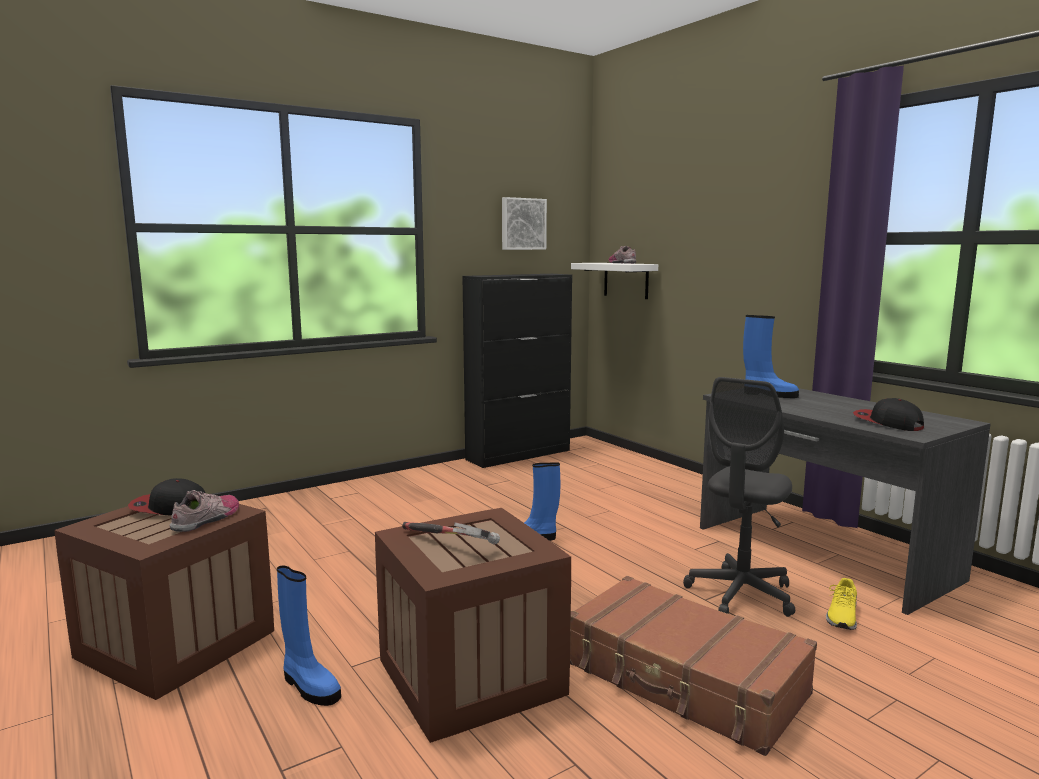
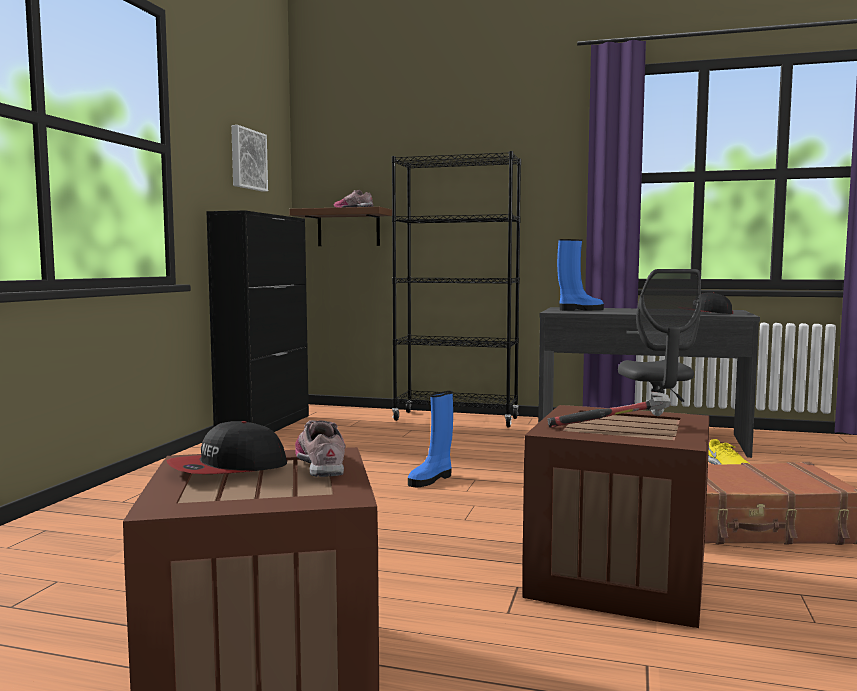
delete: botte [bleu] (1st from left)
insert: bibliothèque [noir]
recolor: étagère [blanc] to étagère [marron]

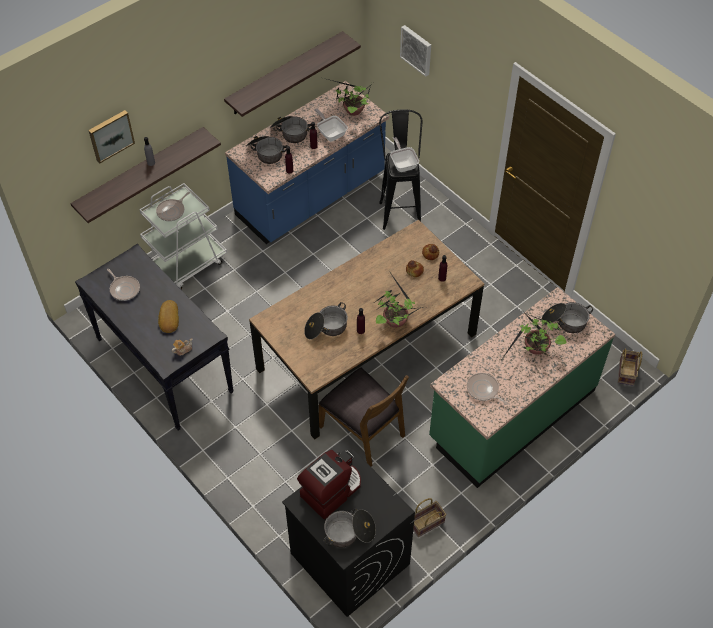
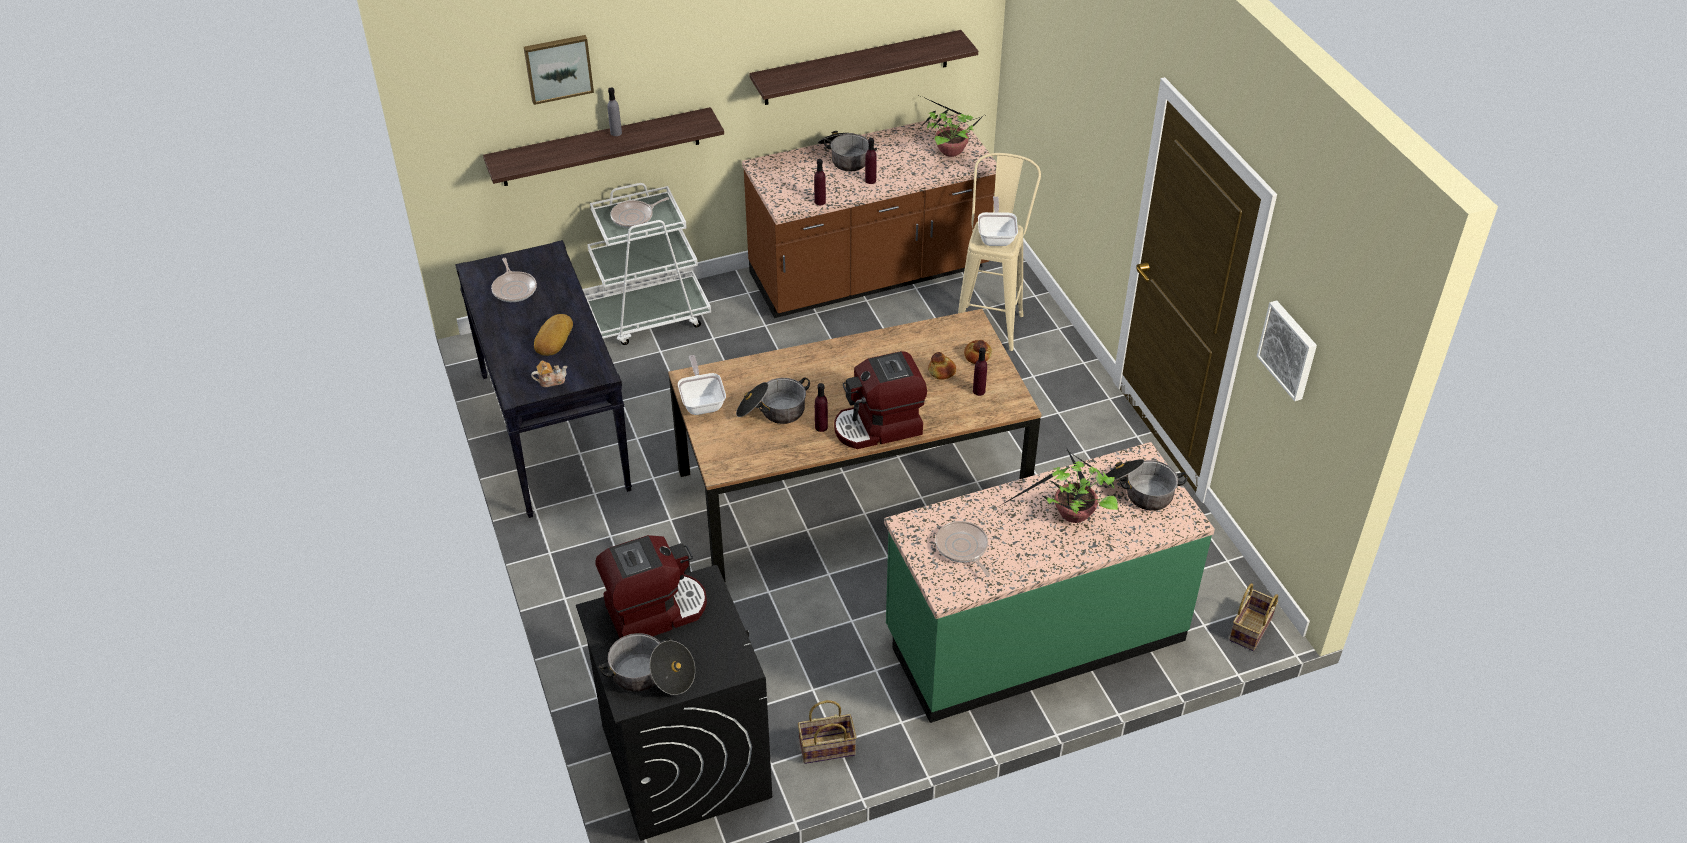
delete: marmite (1st from left); chaise [marron]
move: poêle (3rd from left); tableau (2nd from left)
replace: plante en pot (2nd from left) to machine à café (2nd from left)
recolor: comptoir de cuisine [bleu] to comptoir de cuisine [marron]; tabouret [noir] to tabouret [beige]

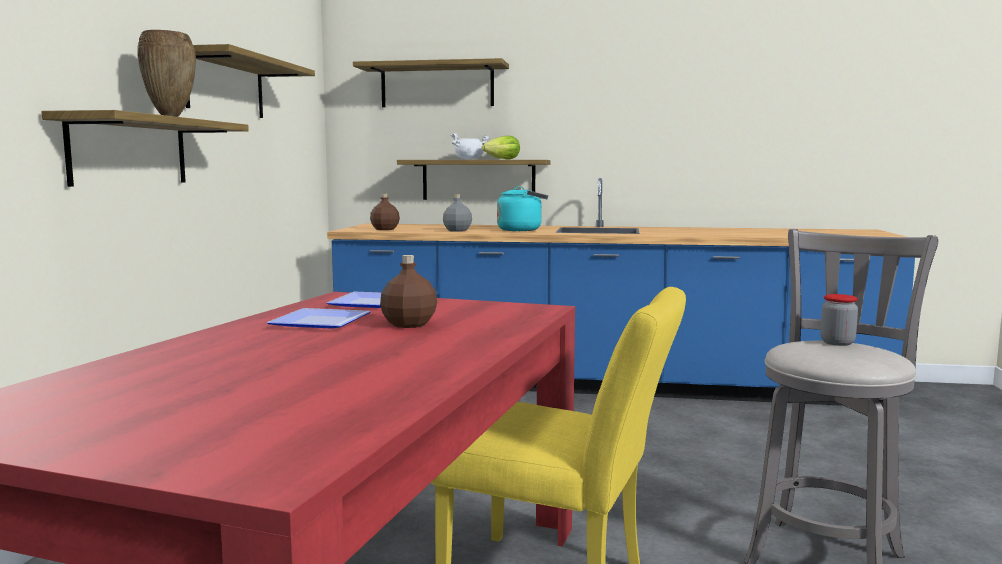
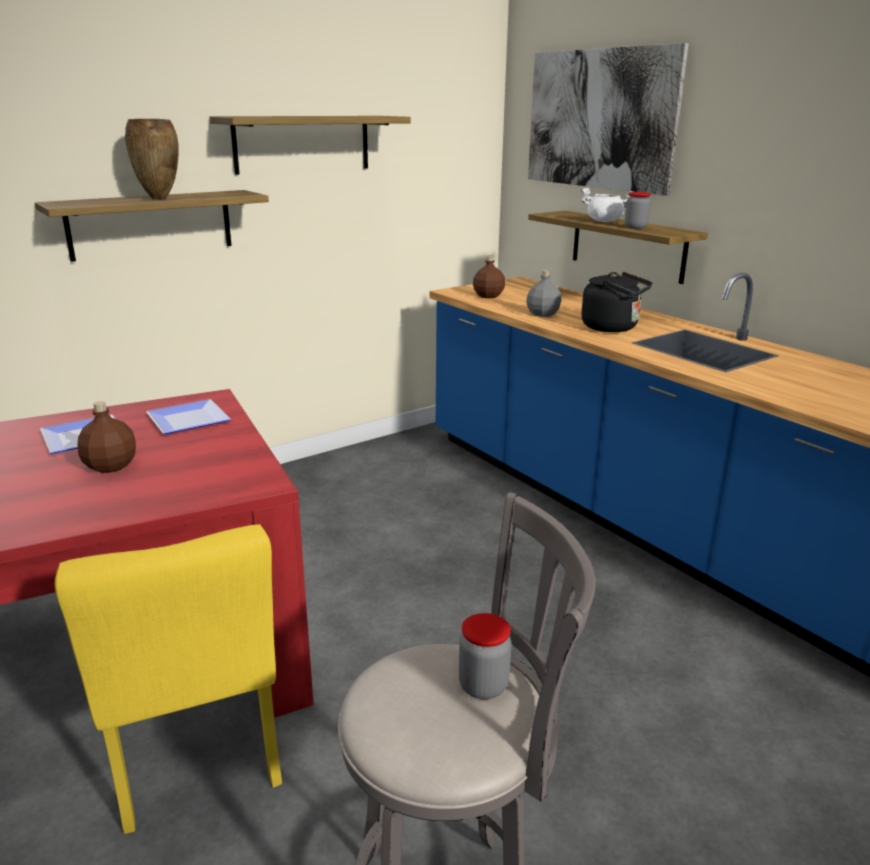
replace: étagère (3rd from left) to tableau; laitue to bocal (2nd from left)
recolor: bouilloire [turquoise] to bouilloire [noir]

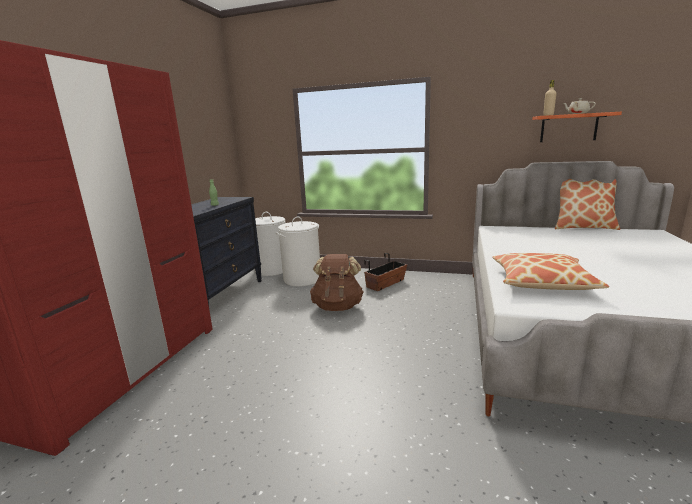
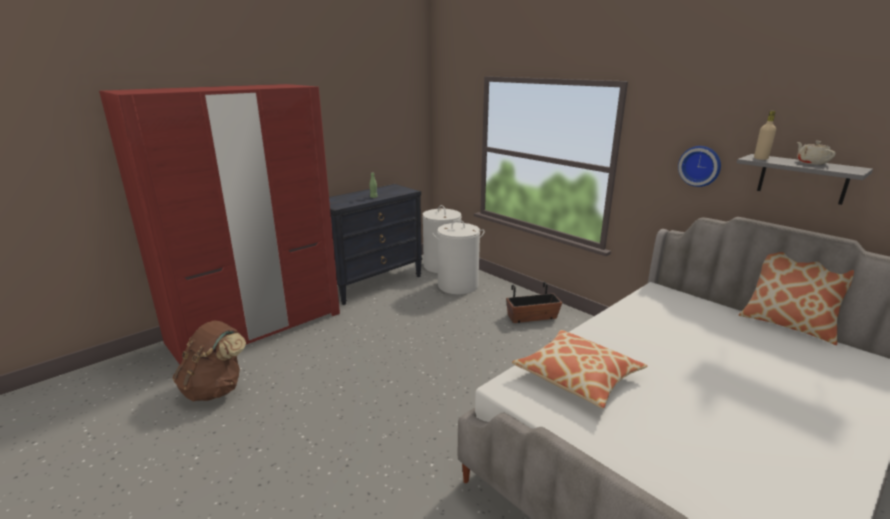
insert: horloge murale
move: sac à dos [marron]
recolor: étagère [orange] to étagère [gris]

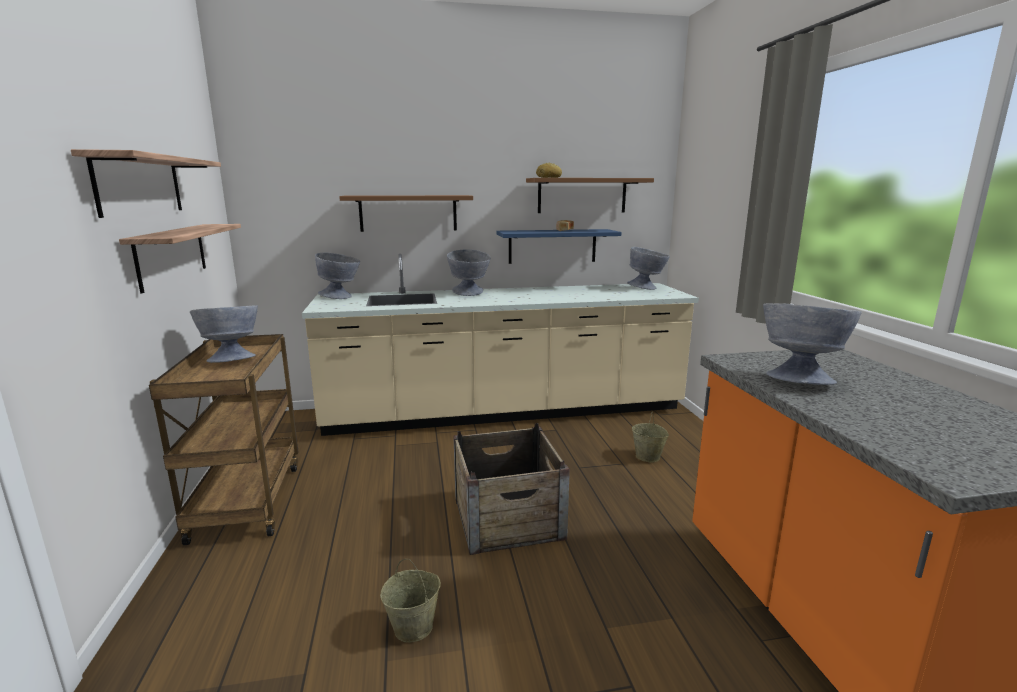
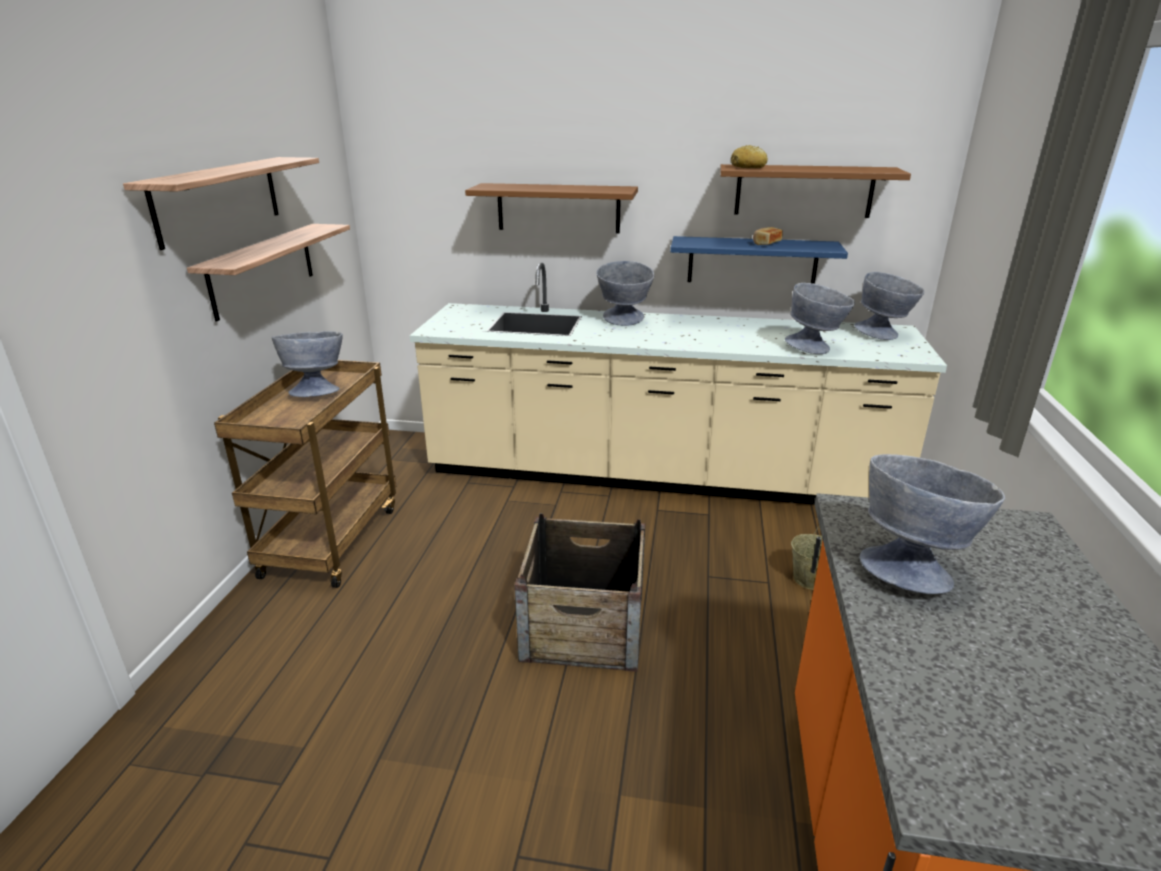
delete: seau [beige] (1st from left)
move: bol [gris] (2nd from left in the first image) to bol [gris] (3rd from left)

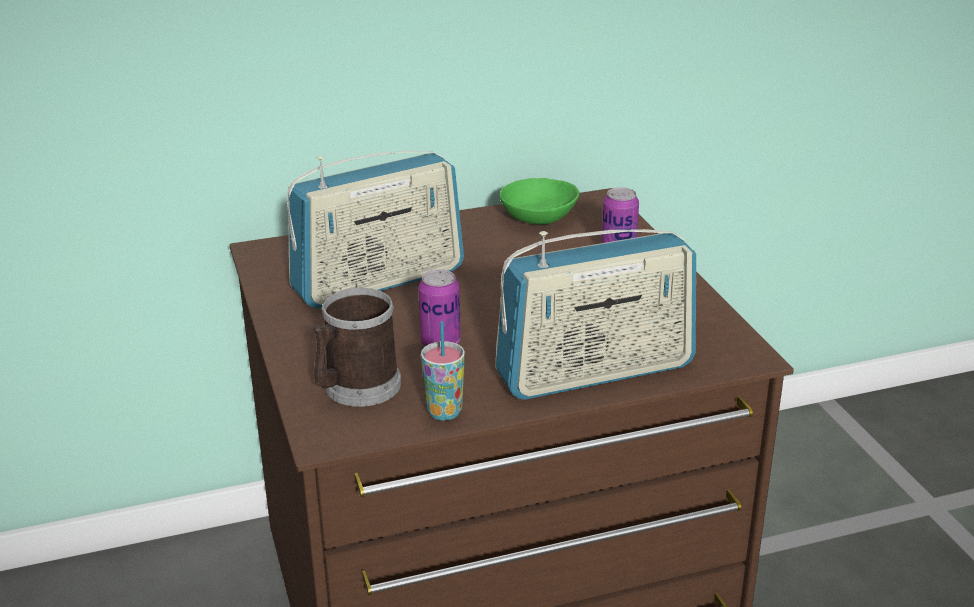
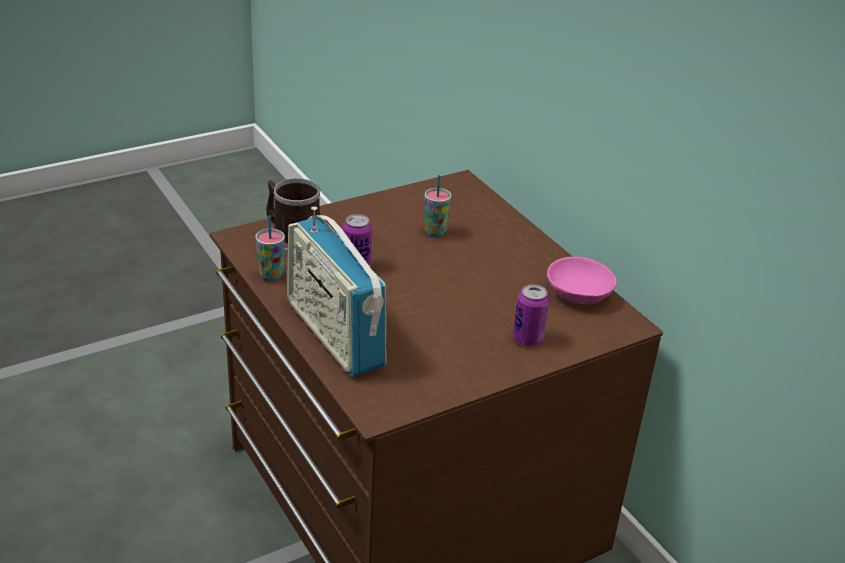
replace: radio (1st from left) to tasse (2nd from left)
recolor: bol [vert] to bol [rose]

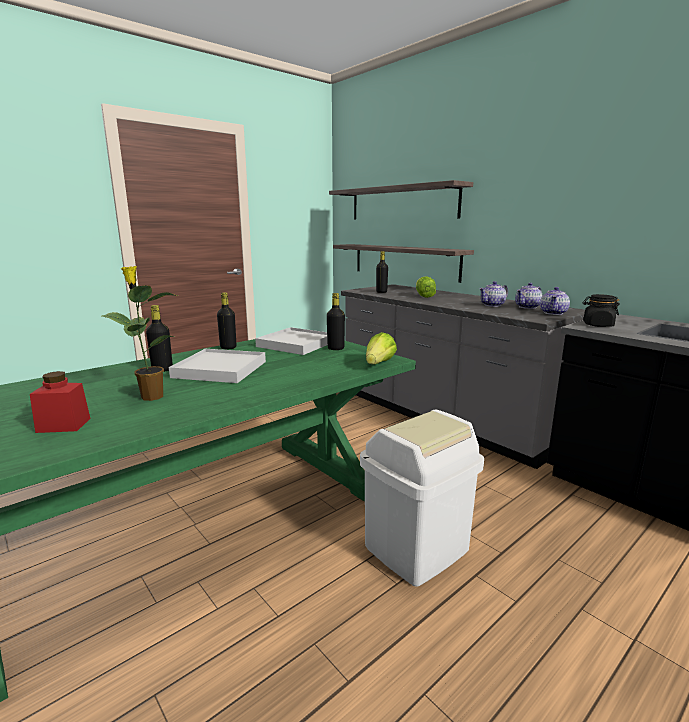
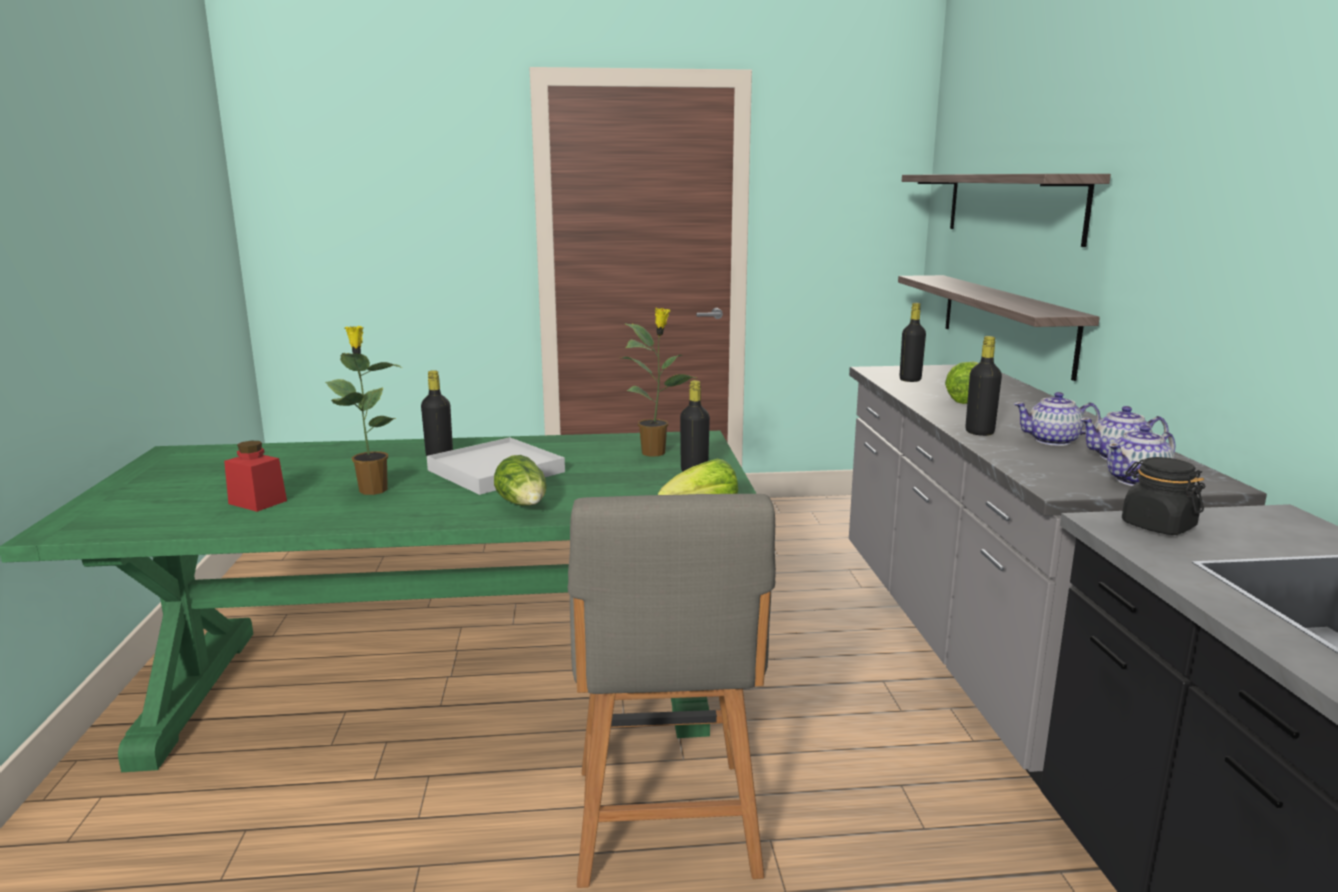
insert: laitue (1st from left)
move: bouteille [noir] (2nd from left in the first image) to bouteille [noir] (4th from left)
replace: poubelle [blanc] to chaise [gris]; plateau [blanc] (2nd from left) to plante en pot (2nd from left)

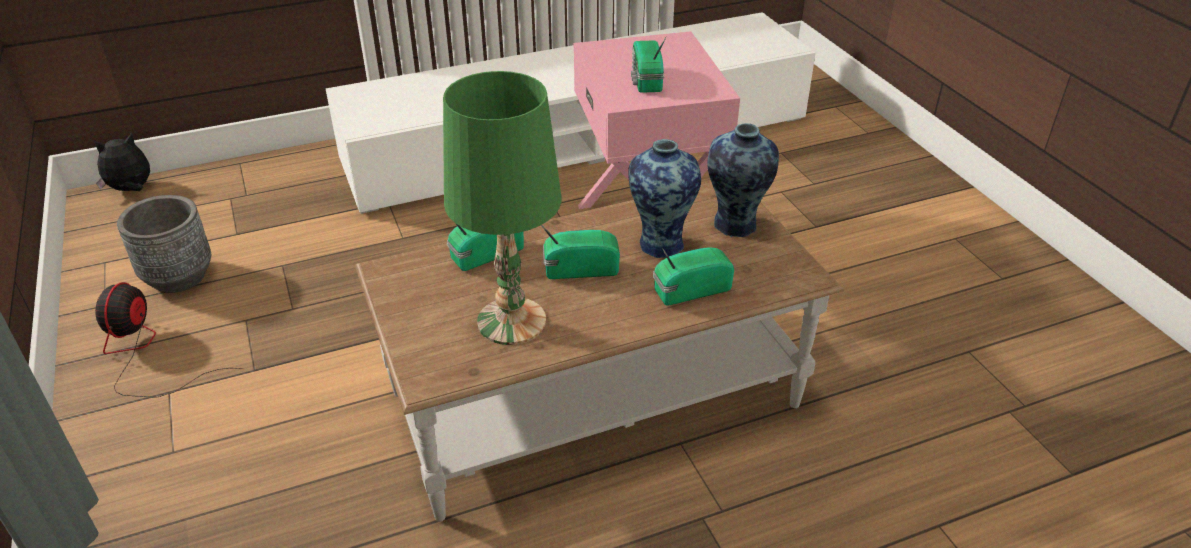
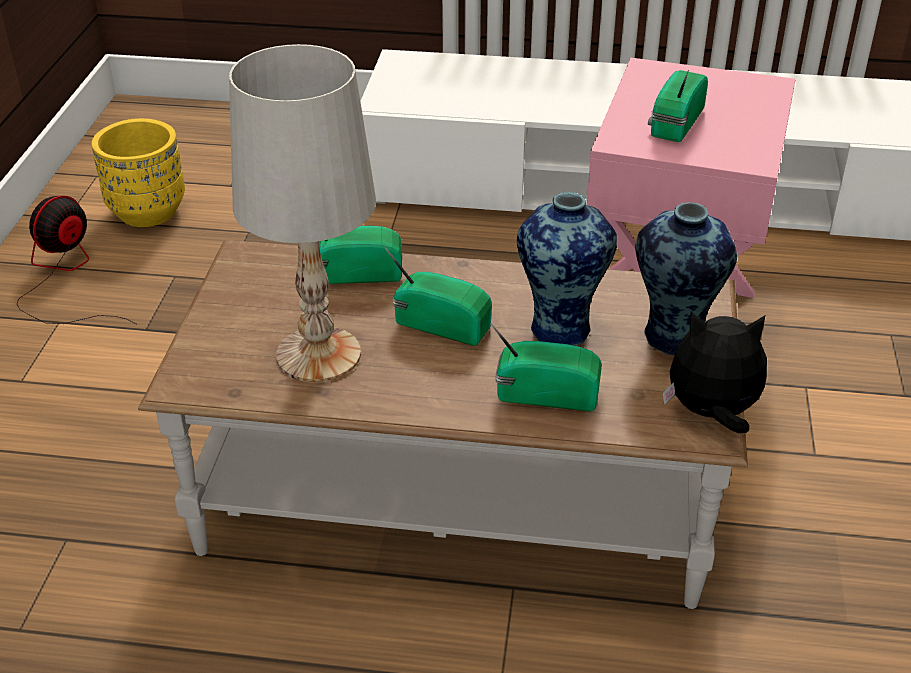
move: peluche
recolor: cache-pot [gris] to cache-pot [jaune]; lampe de table [vert] to lampe de table [blanc]

